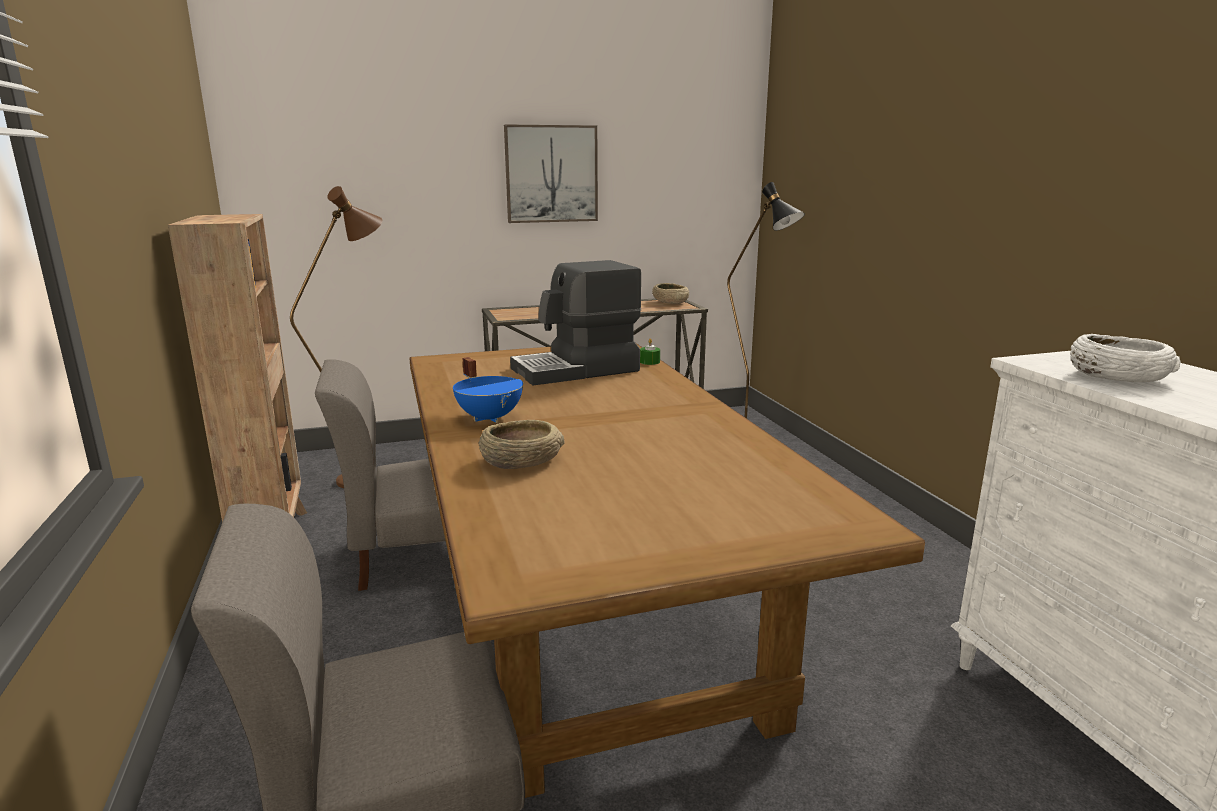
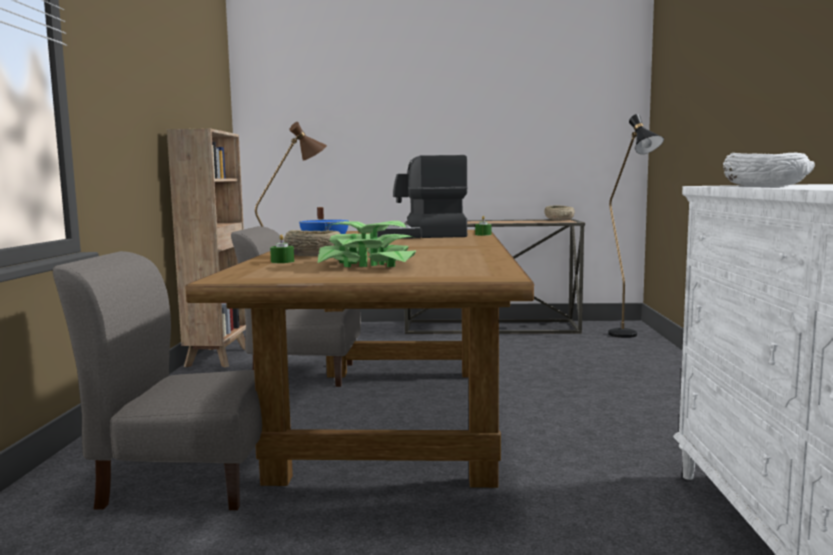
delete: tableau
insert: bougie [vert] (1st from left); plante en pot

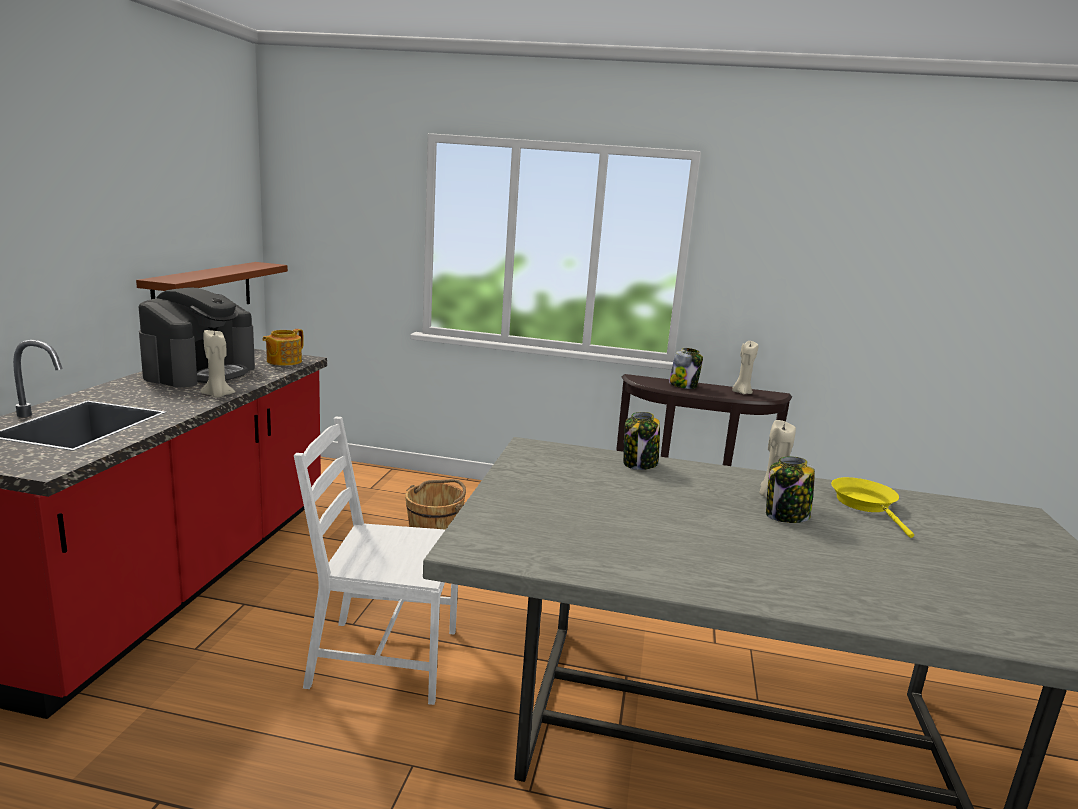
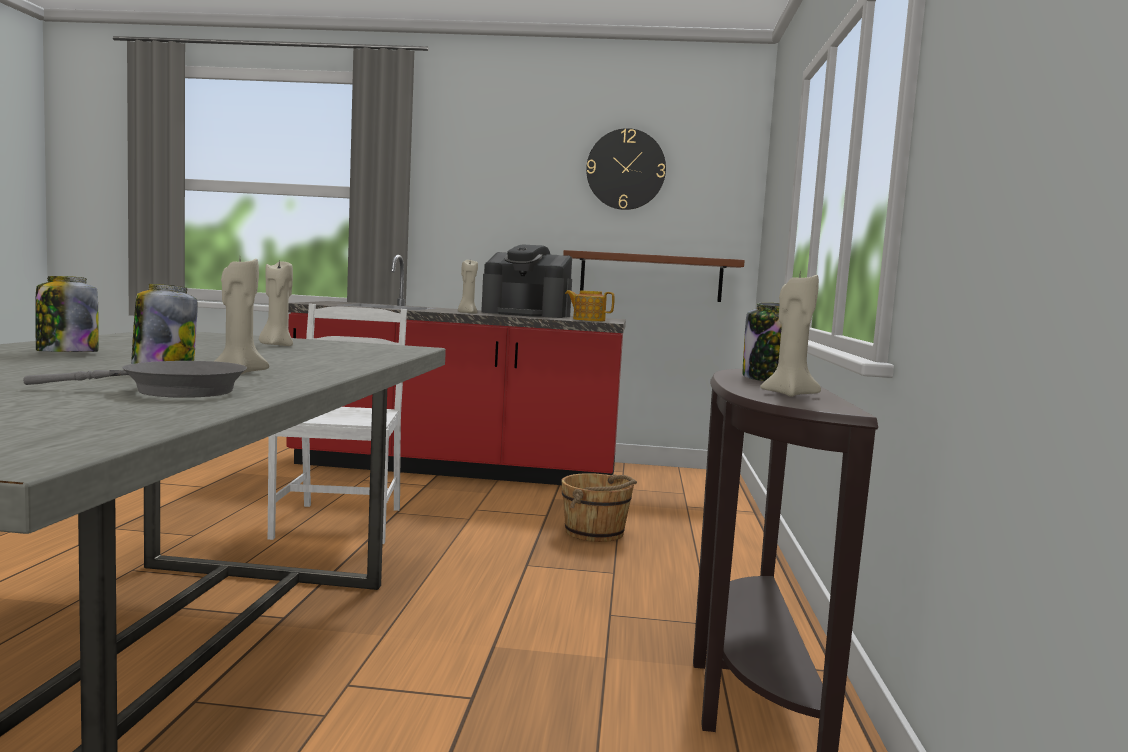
insert: bougie [beige] (2nd from left); horloge murale
move: bocal (1st from left)
recolor: poêle [jaune] to poêle [gris]

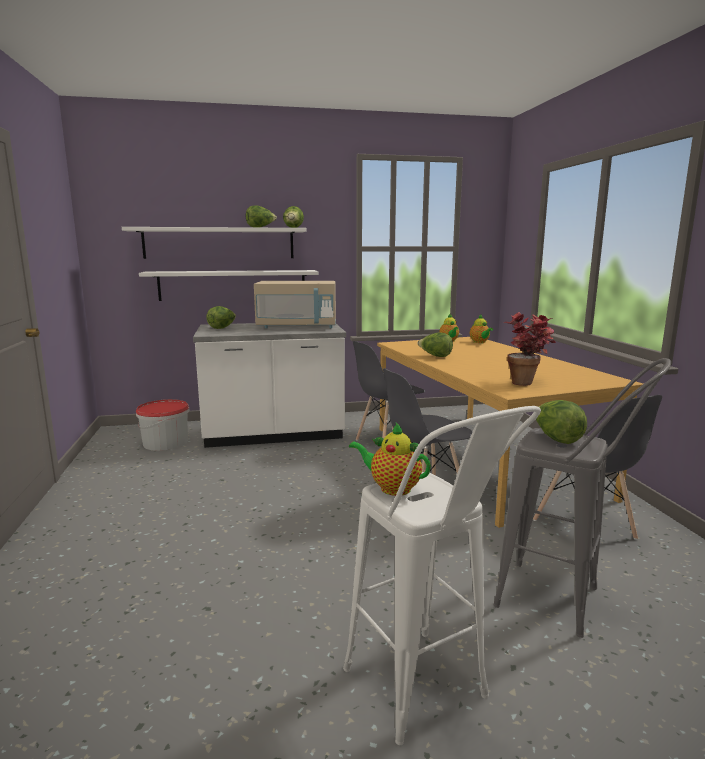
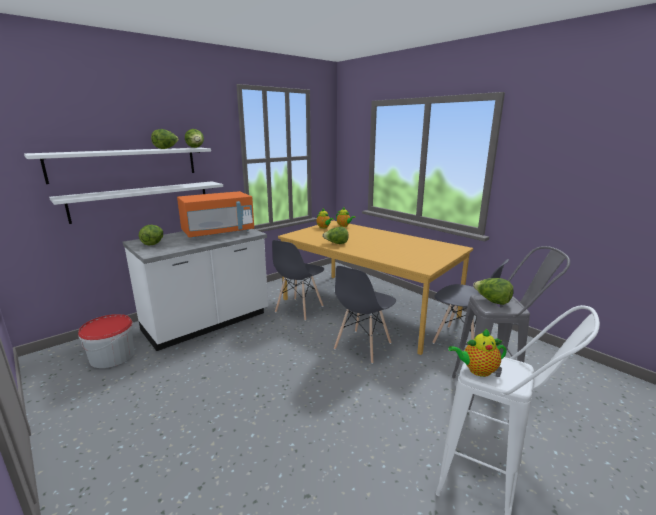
delete: plante en pot
recolor: micro-ondes [beige] to micro-ondes [orange]

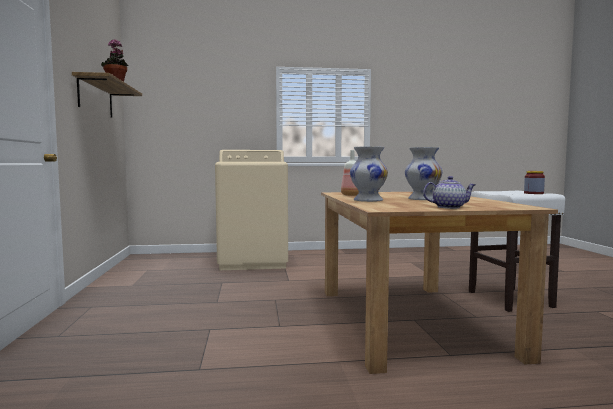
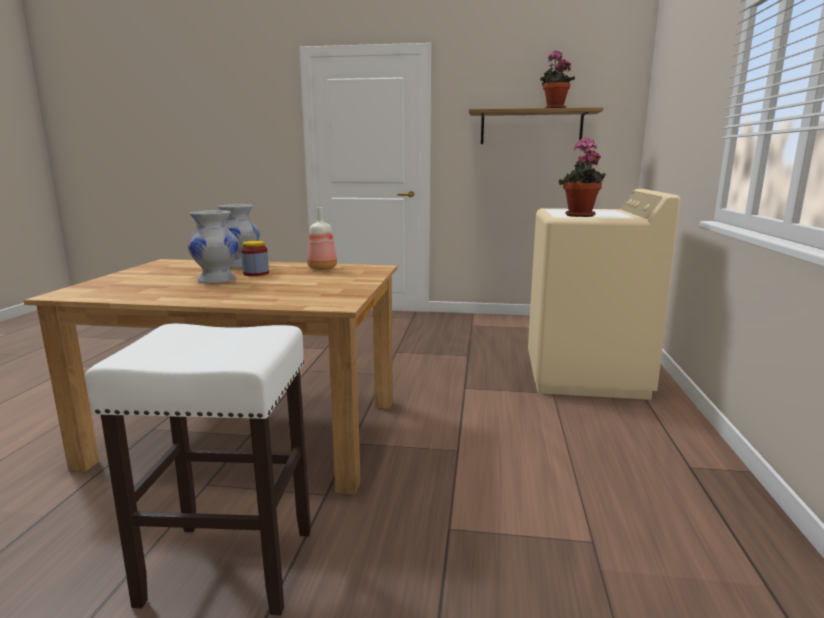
delete: théière
insert: plante en pot (2nd from left)
move: bocal

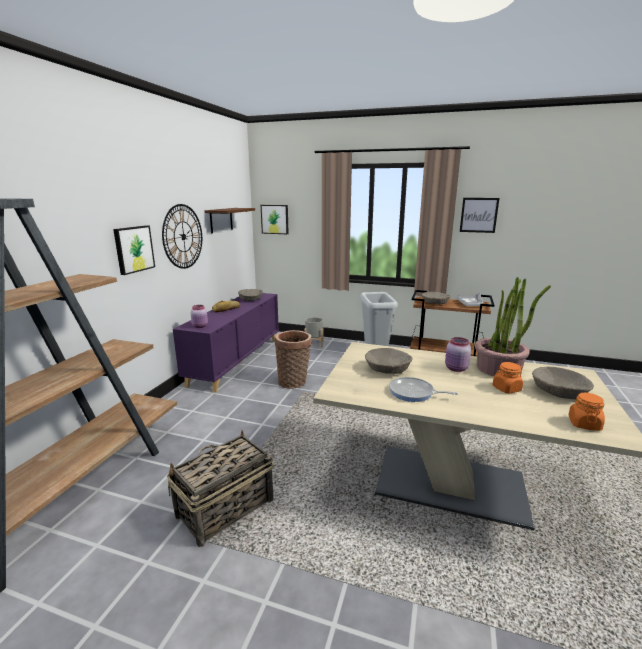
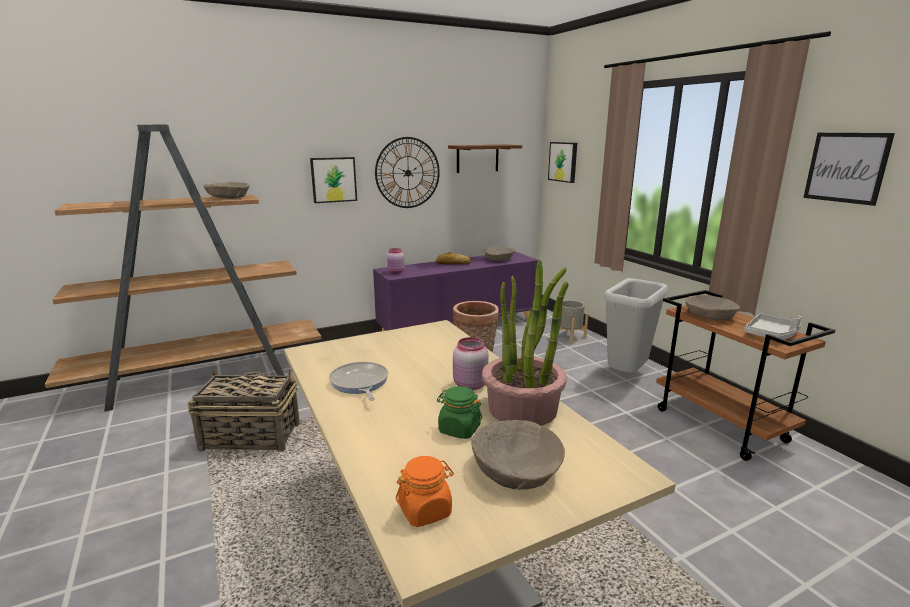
move: bol [beige] (2nd from left in the first image) to bol [beige] (1st from left)
recolor: bocal [orange] (1st from left) to bocal [vert]

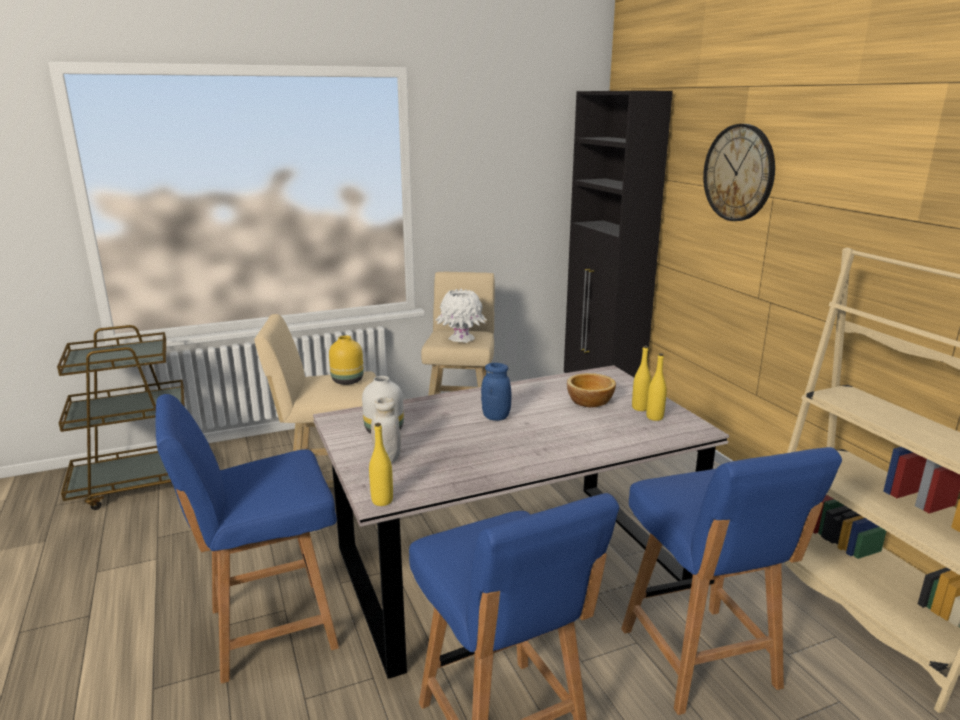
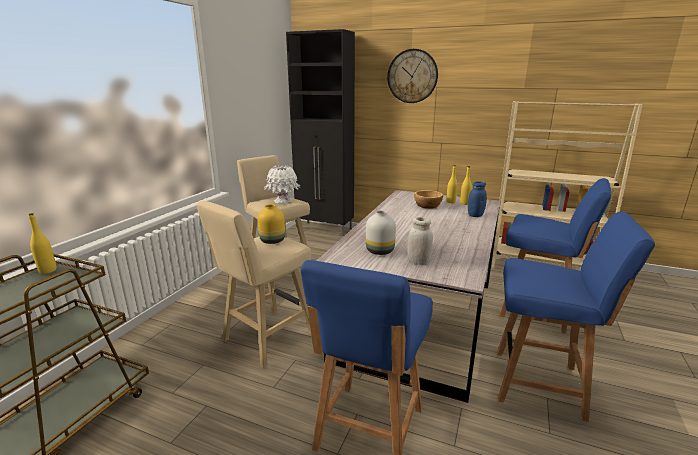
move: bouteille [jaune] (1st from left); bocal [bleu]

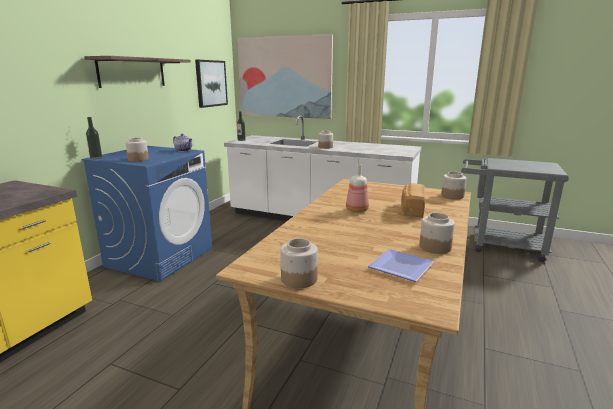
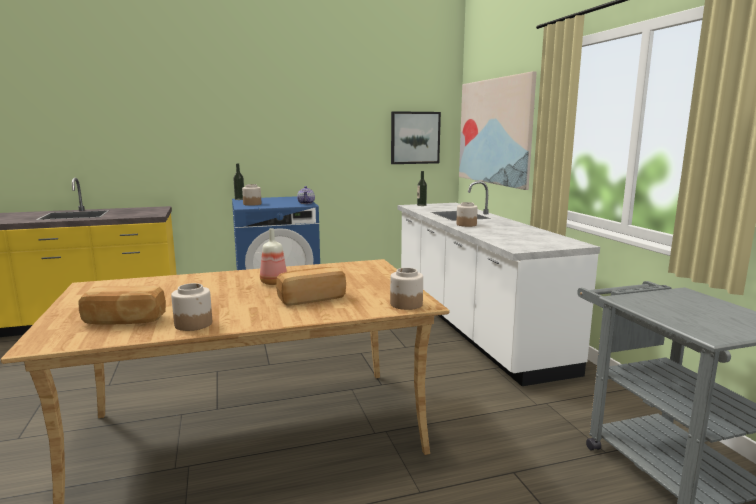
delete: étagère; bocal (2nd from left)
replace: assiette to pain (1st from left)

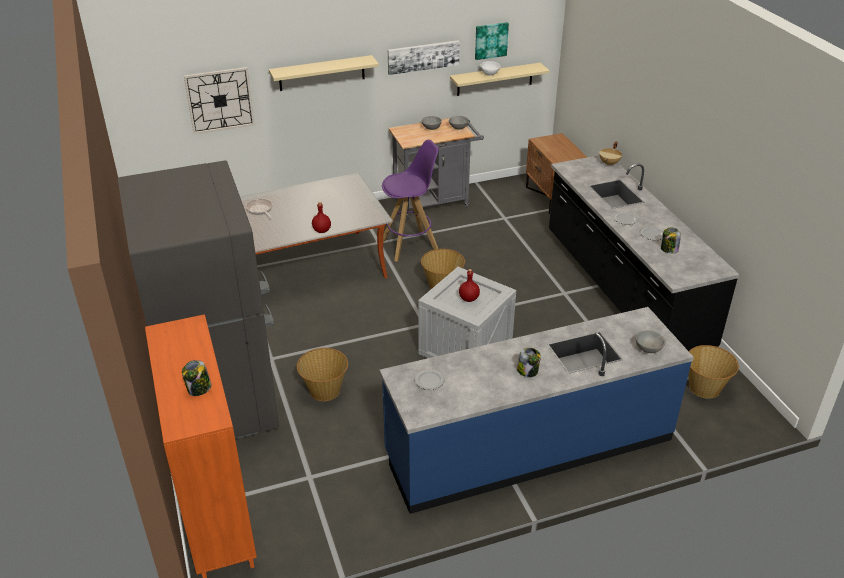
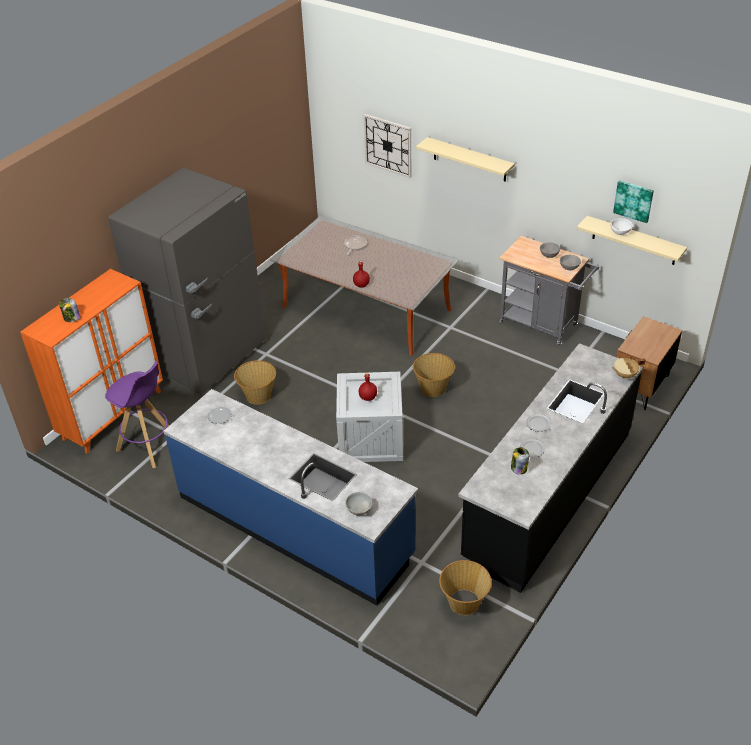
delete: tableau (1st from left); bocal (2nd from left)
move: tabouret [violet]

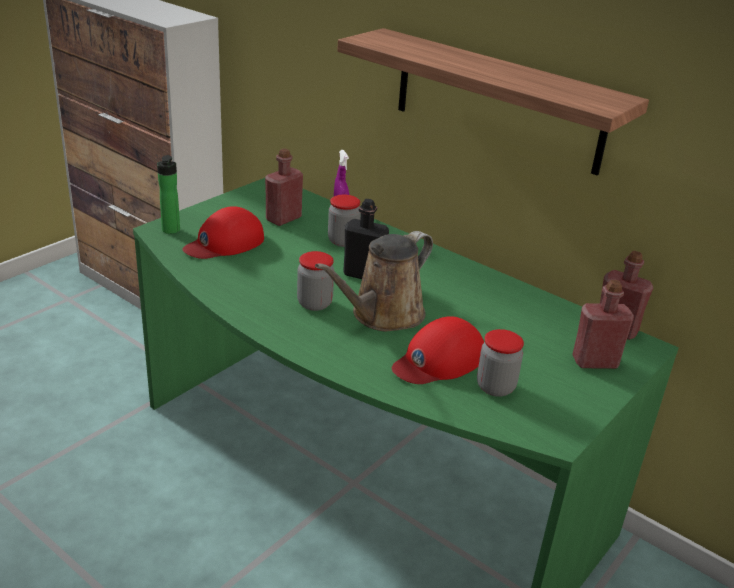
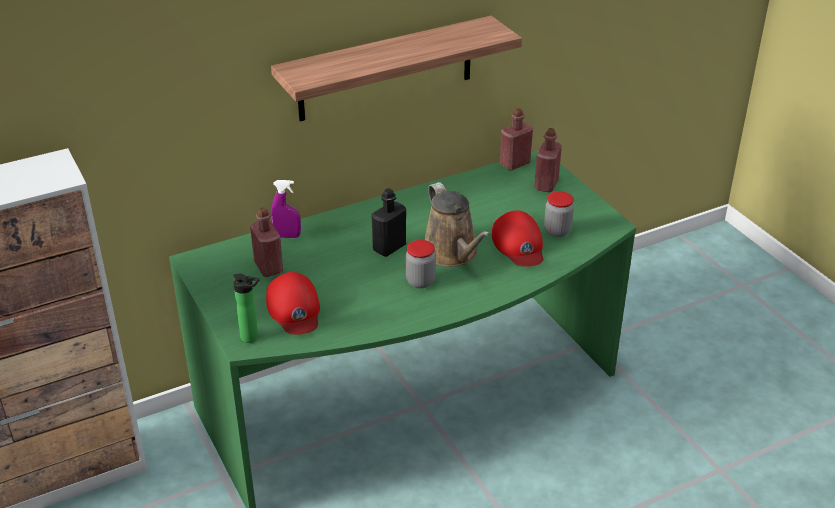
delete: bocal (2nd from left)

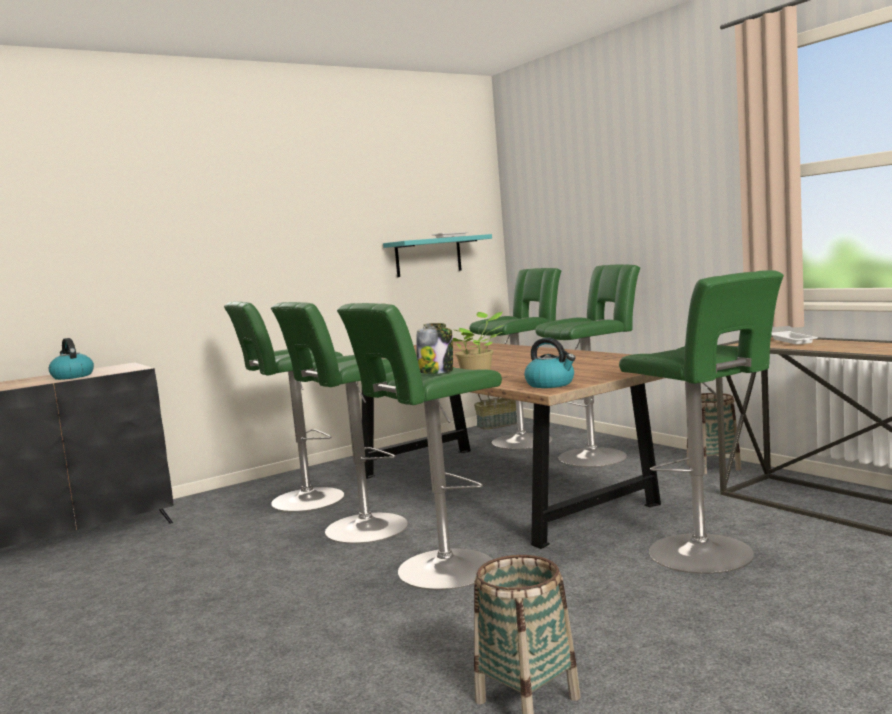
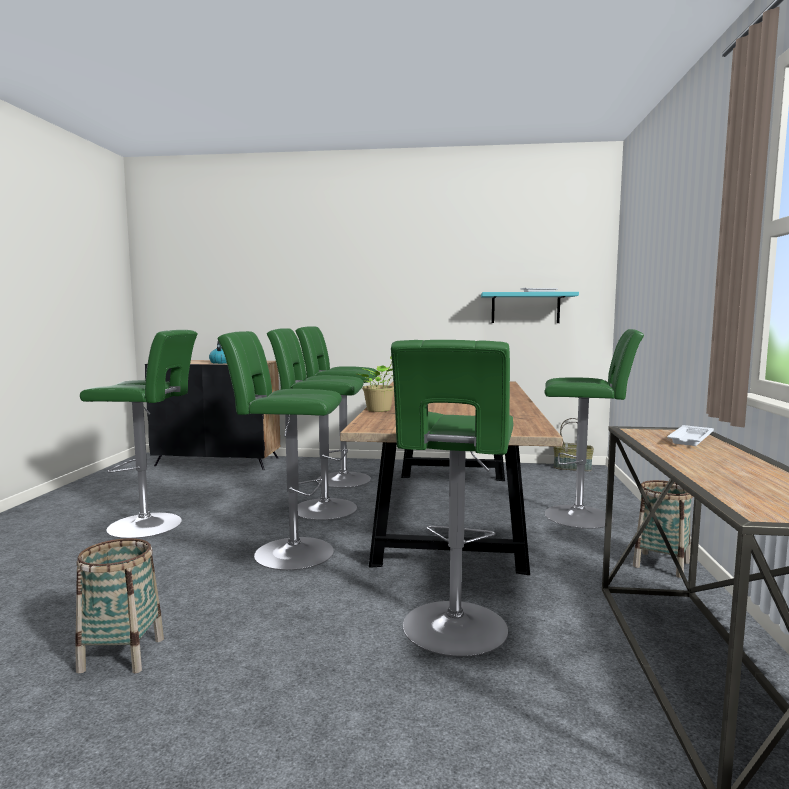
delete: bocal; bouilloire (2nd from left)
move: tabouret [vert] (4th from left in the first image) to tabouret [vert] (1st from left)

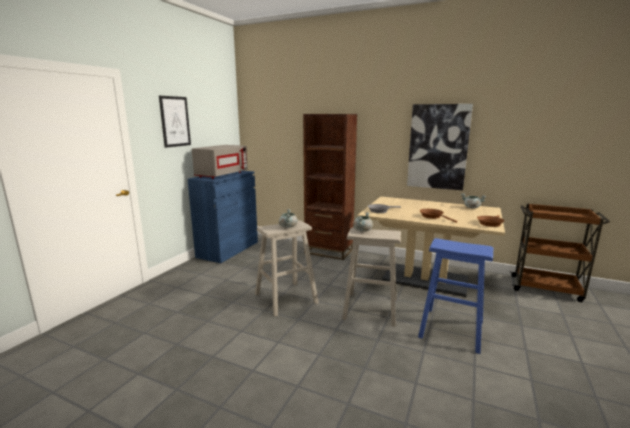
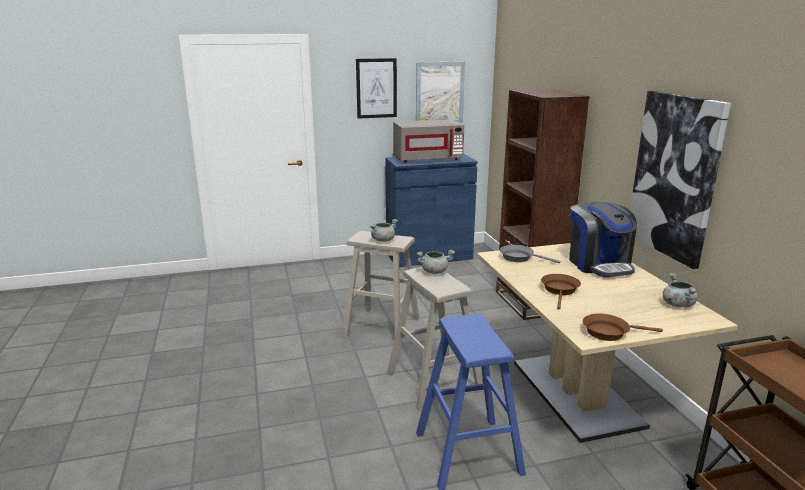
insert: tableau (2nd from left); machine à café

